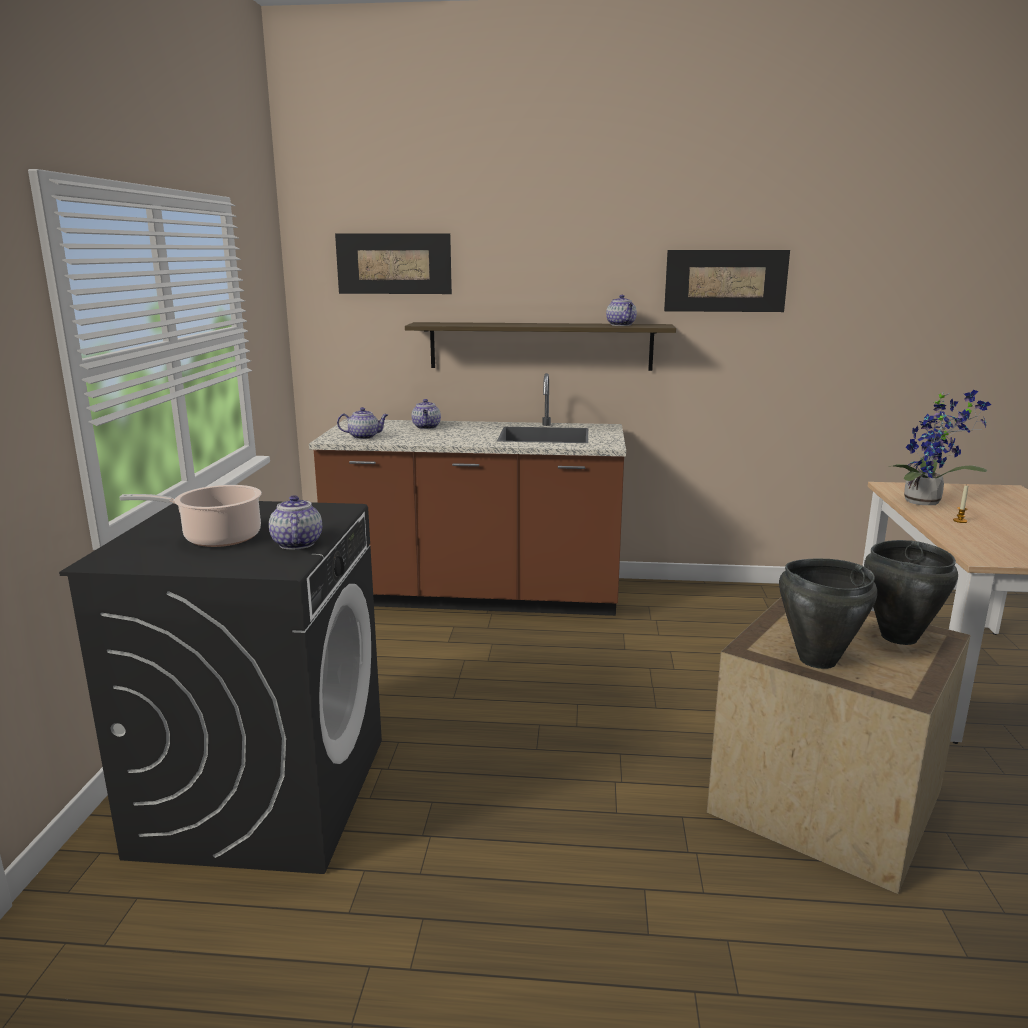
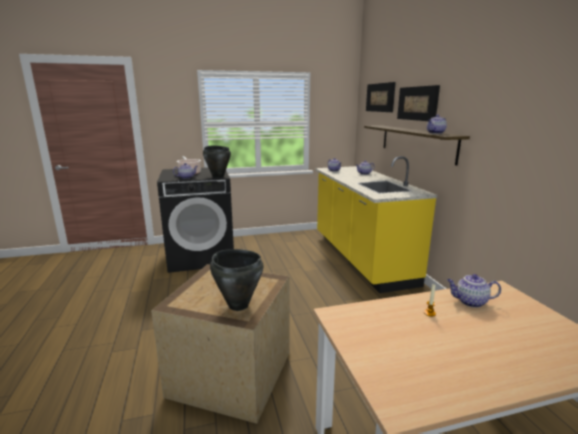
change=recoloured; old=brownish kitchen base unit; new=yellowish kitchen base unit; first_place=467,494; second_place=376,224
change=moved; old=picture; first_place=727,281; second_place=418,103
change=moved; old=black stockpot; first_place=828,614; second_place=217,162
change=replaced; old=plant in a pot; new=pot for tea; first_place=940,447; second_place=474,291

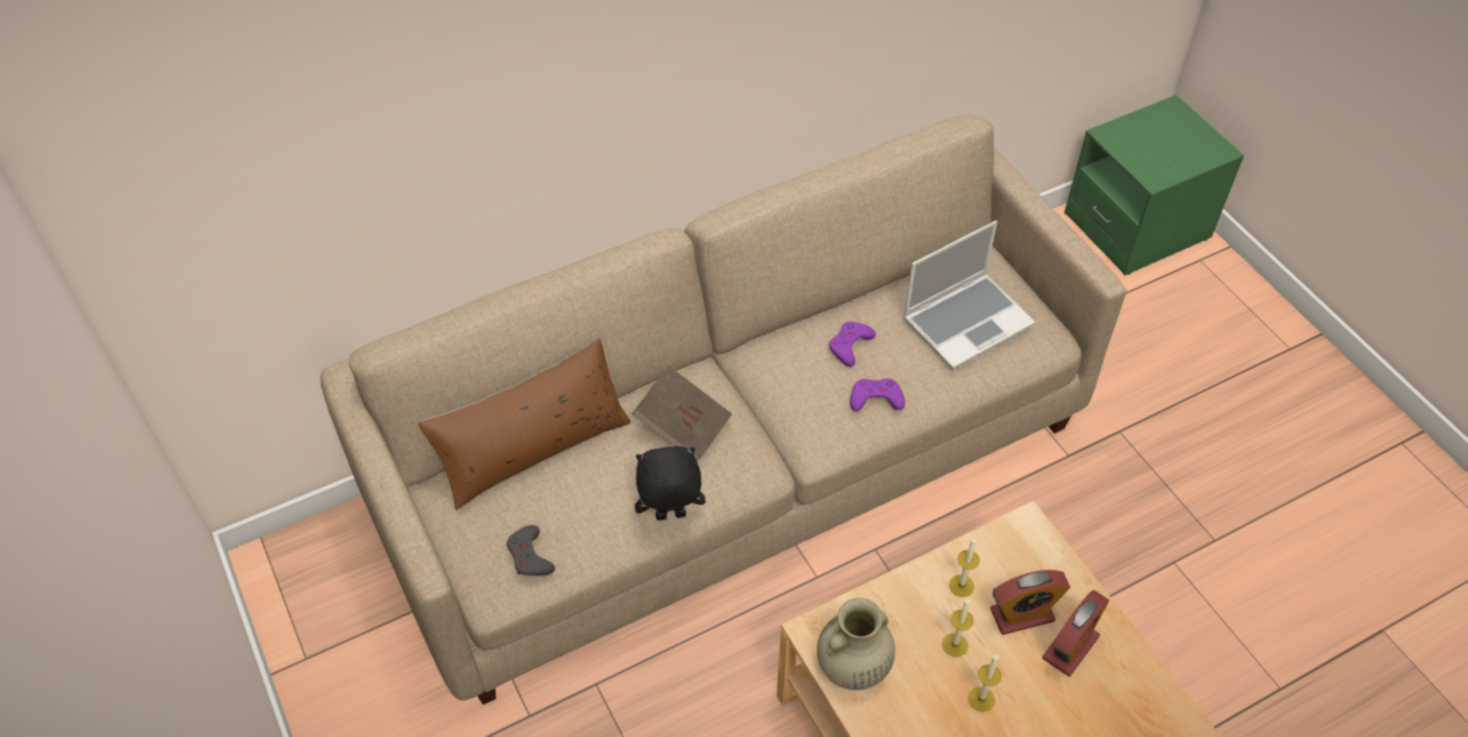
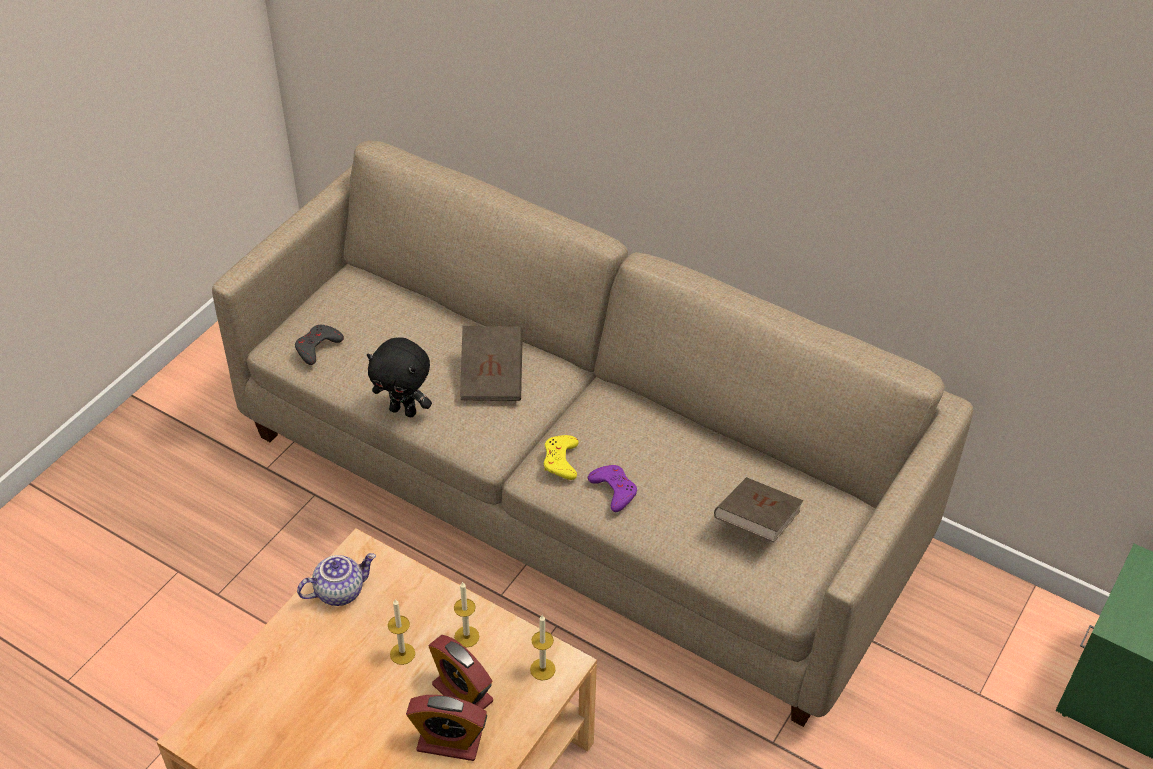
change=removed; old=brownish pillow; first_place=524,424
change=turned; old=black plush toy; first_place=670,483; second_place=399,377; degrees=150
change=replaced; old=beige-coloured decorative vase; new=pot for tea; first_place=856,644; second_place=336,579
change=removed; old=purplish gamepad; first_place=852,344
change=replaced; old=portable computer; new=brownish volume; first_place=969,295; second_place=758,509
change=moved; old=wax light; first_place=985,683; second_place=543,648
change=added; new=yellowish gamepad; second_place=561,457

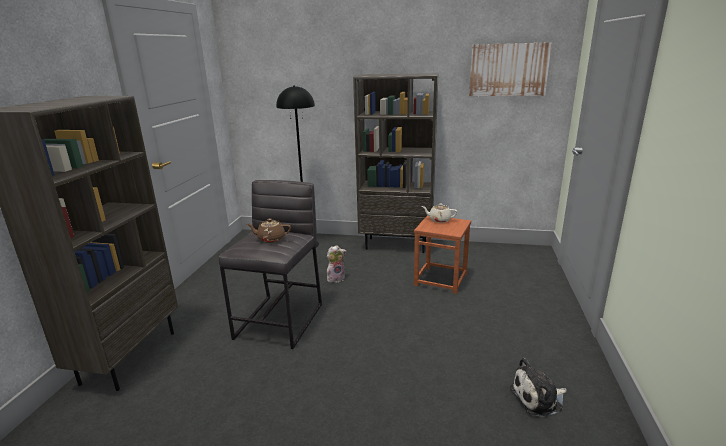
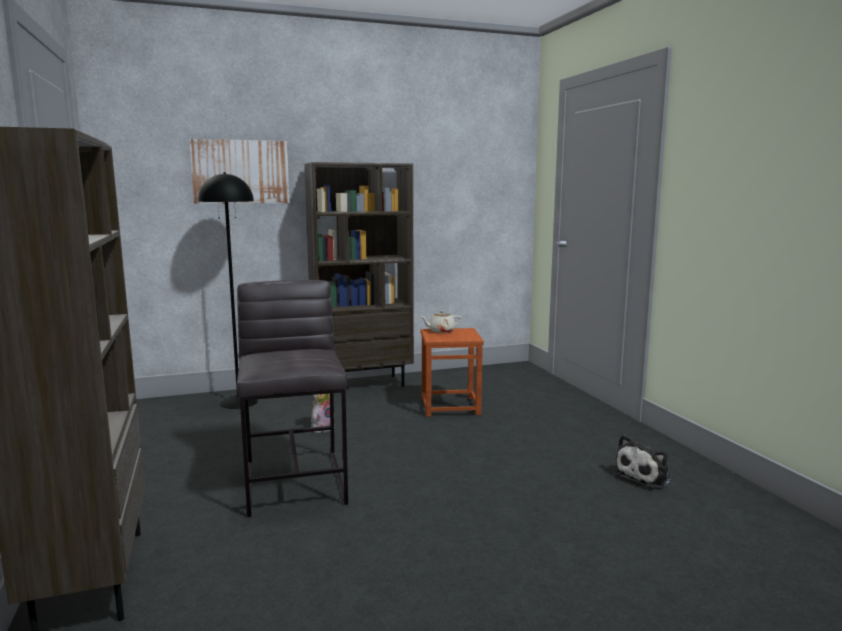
change=removed; old=brownish pot for tea; first_place=269,231
change=moved; old=picture; first_place=510,69; second_place=239,171

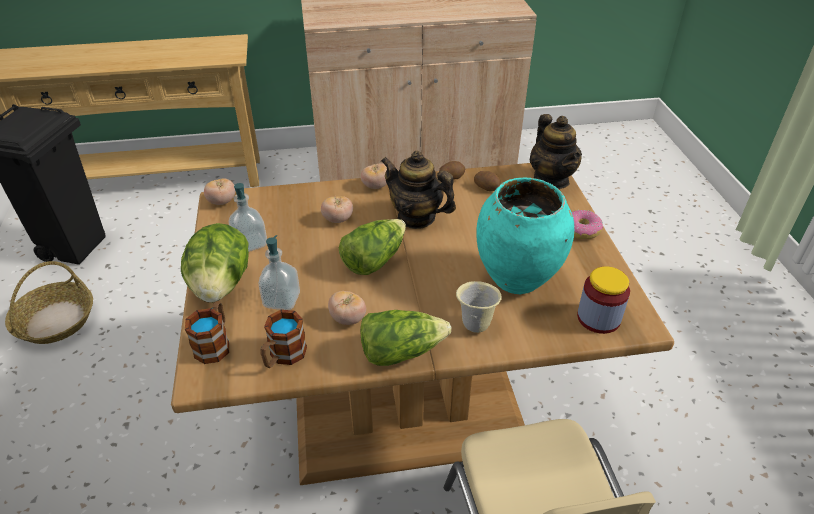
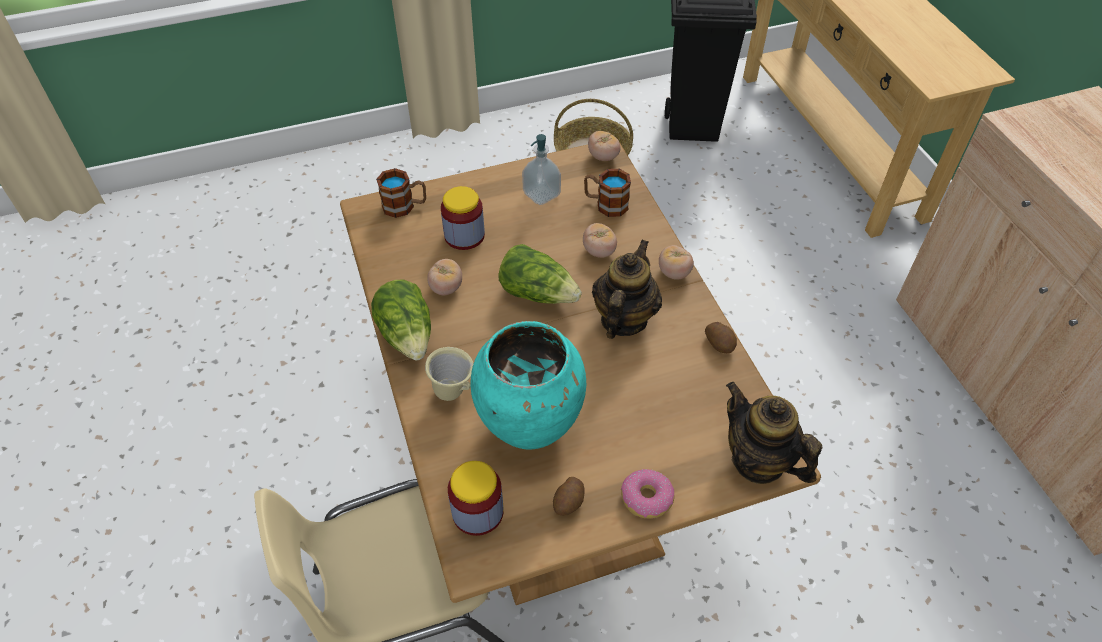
change=removed; old=lettuce head; first_place=215,263
change=replaced; old=liquid soap bottle; new=storage jar; first_place=279,272; second_place=463,218
change=moved; old=mug; first_place=284,339; second_place=607,193
change=moved; old=potato; first_place=487,181; second_place=569,496
change=turned; old=pot for tea; first_place=555,151; second_place=774,433; degrees=75

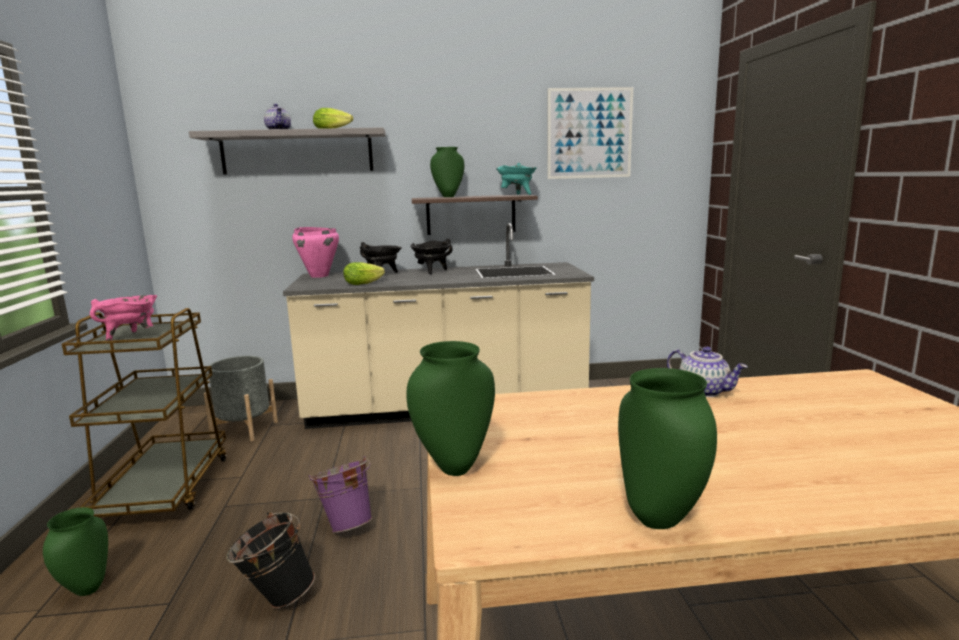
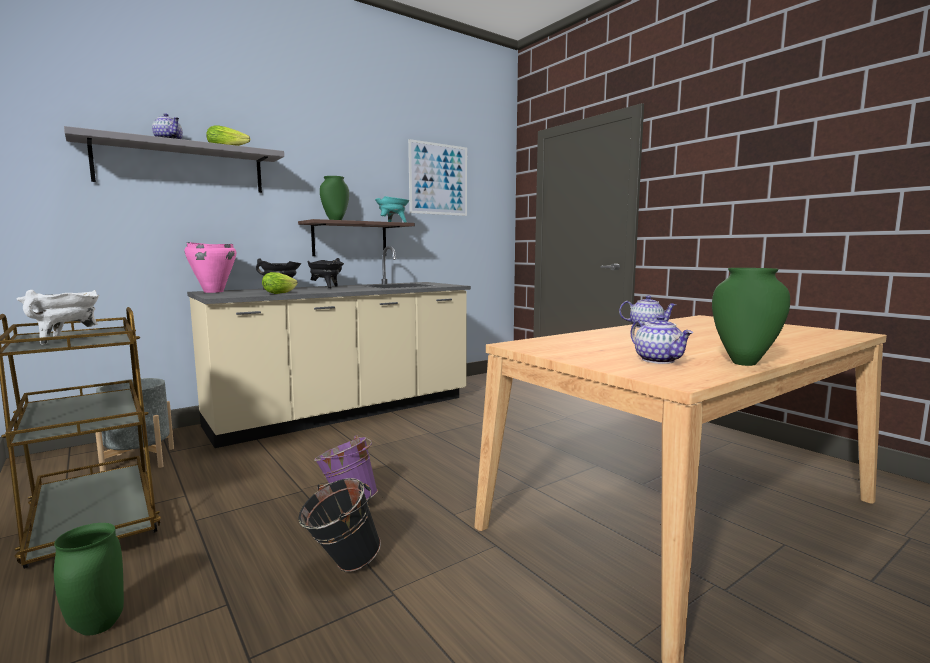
change=recoloured; old=pink-coloured stockpot; new=whitish stockpot; first_place=123,318; second_place=58,317
change=removed; old=greenish decorative vase; first_place=451,408
change=added; new=pot for tea; second_place=662,339

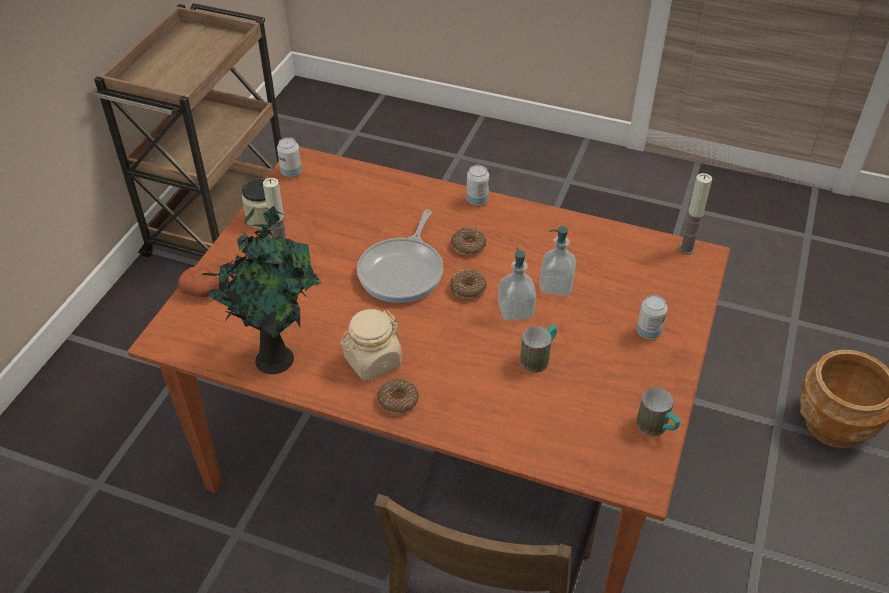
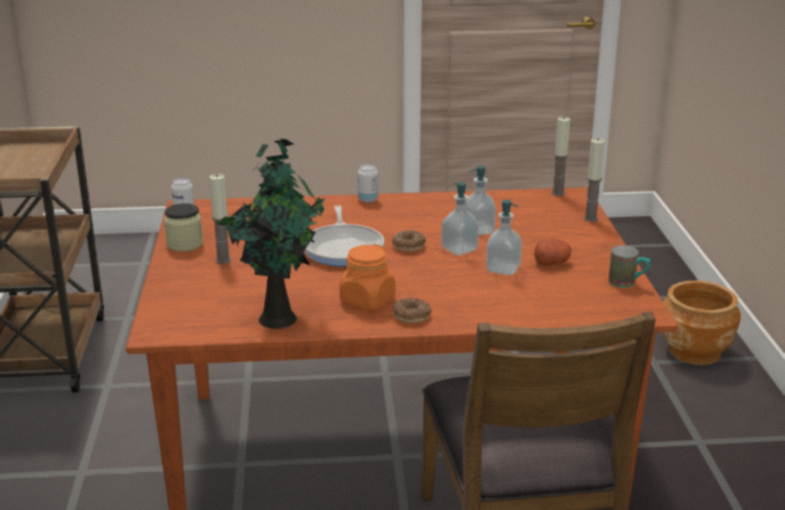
change=moved; old=potato; first_place=198,282; second_place=552,251
change=recoloured; old=beige-coloured storage jar; new=orange-coloured storage jar; first_place=371,345; second_place=367,277
change=removed; old=donut; first_place=468,241
change=replaced; old=mug; new=liquid soap bottle; first_place=538,349; second_place=504,237
change=removed; old=can; first_place=652,317
change=added; new=wax light; second_place=594,180

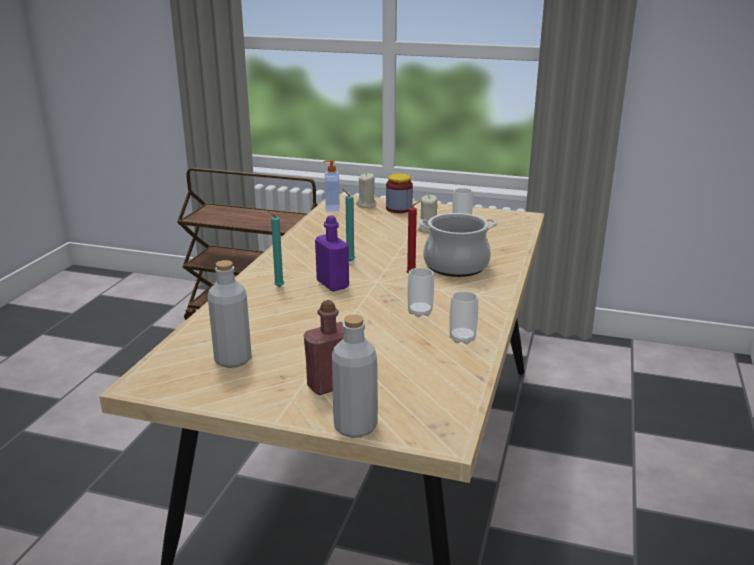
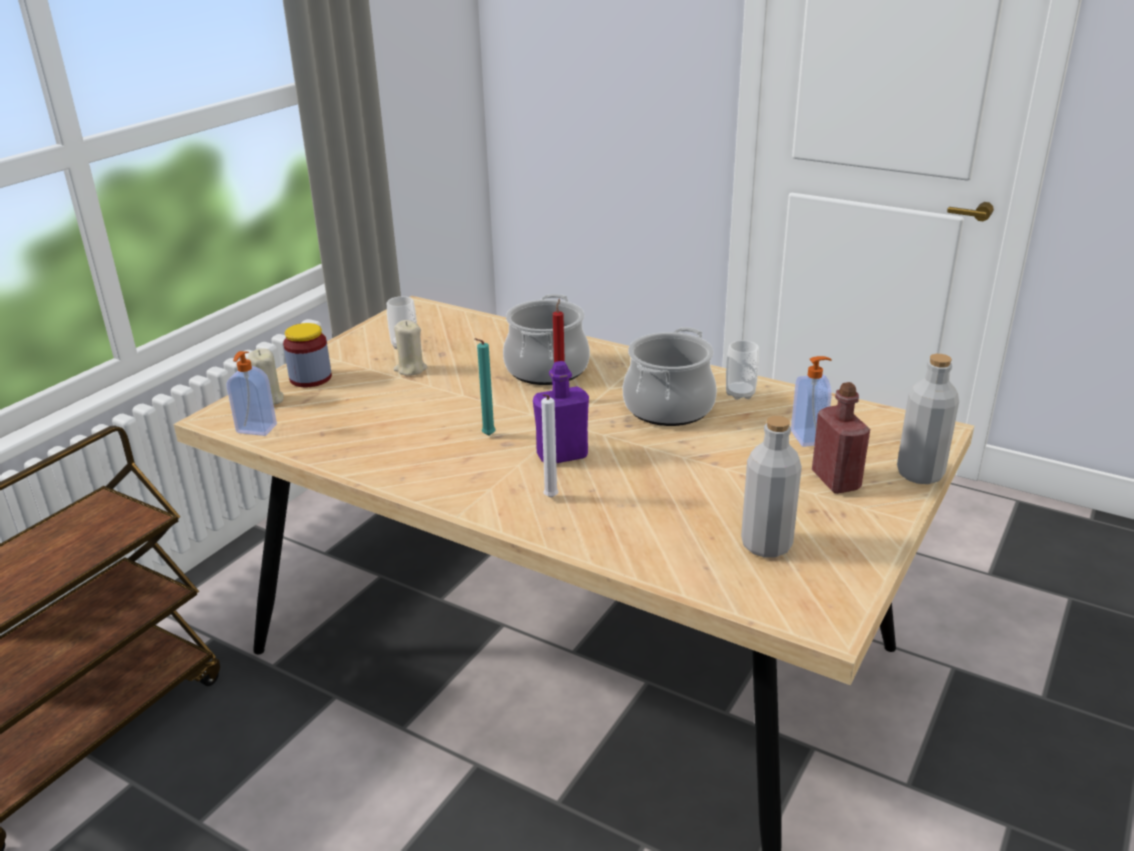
change=recoloured; old=turquoise wax light; new=whitish wax light; first_place=275,248; second_place=550,446
change=replaced; old=cup; new=stockpot; first_place=421,292; second_place=669,376
change=added; new=liquid soap bottle; second_place=811,401

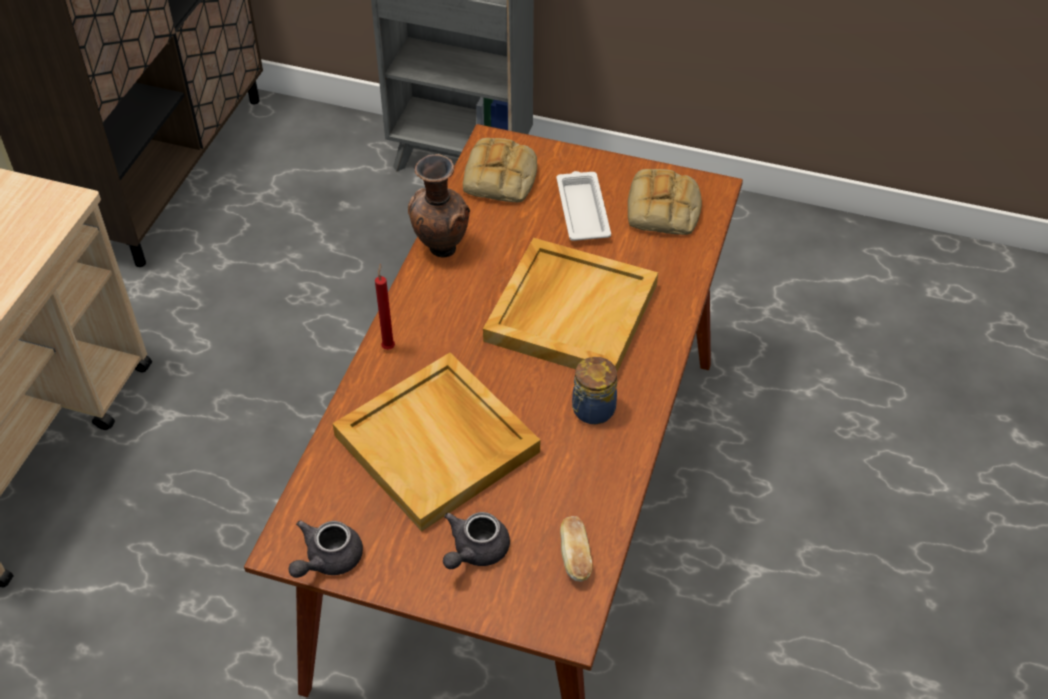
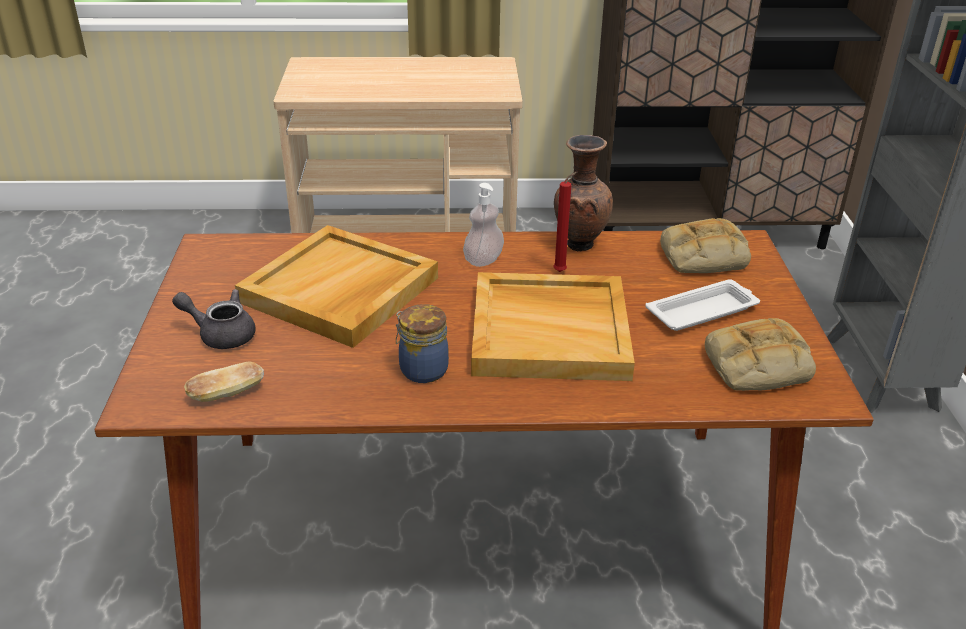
change=removed; old=gray pot for tea; first_place=325,549
change=moved; old=red wax light; first_place=385,306; second_place=565,222
change=added; new=liquid soap bottle; second_place=483,225

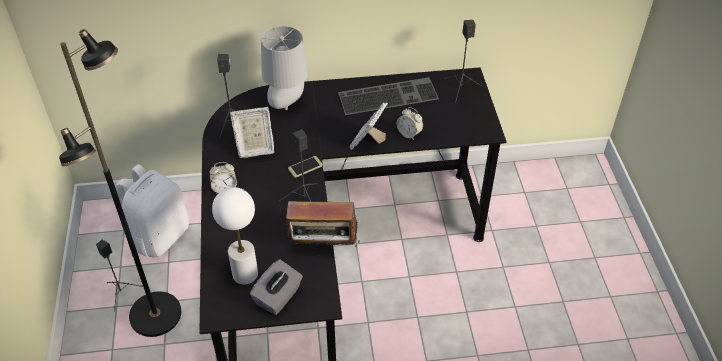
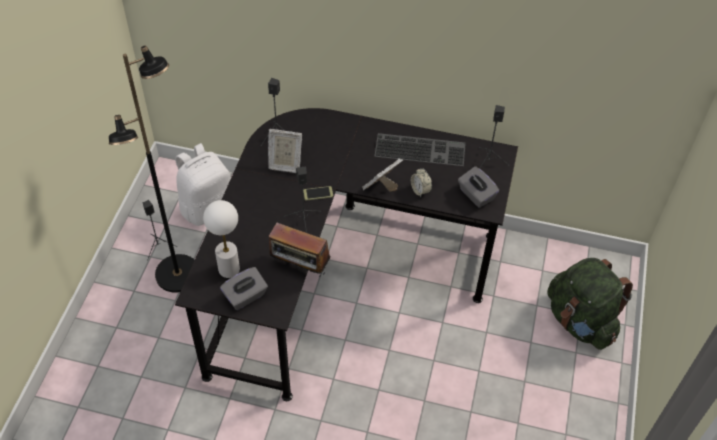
change=removed; old=alarm clock; first_place=223,178
change=removed; old=gray lamp for a table; first_place=284,68
change=added; new=gray tissue box; second_place=478,187
change=added; new=greenish backpack; second_place=590,304

